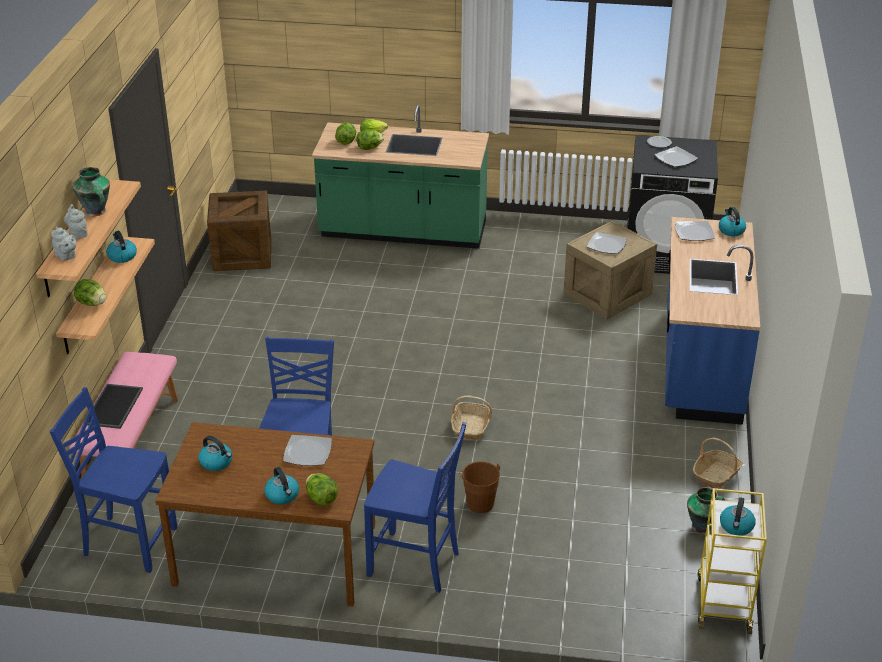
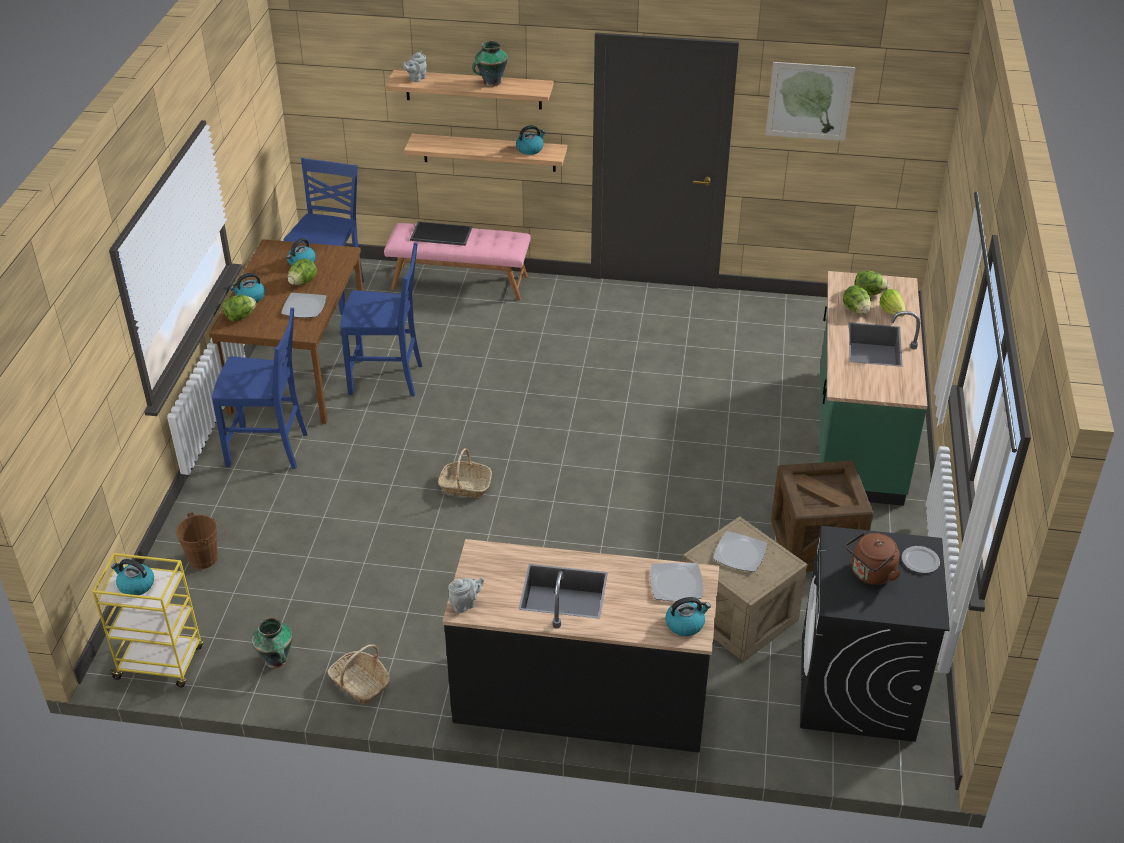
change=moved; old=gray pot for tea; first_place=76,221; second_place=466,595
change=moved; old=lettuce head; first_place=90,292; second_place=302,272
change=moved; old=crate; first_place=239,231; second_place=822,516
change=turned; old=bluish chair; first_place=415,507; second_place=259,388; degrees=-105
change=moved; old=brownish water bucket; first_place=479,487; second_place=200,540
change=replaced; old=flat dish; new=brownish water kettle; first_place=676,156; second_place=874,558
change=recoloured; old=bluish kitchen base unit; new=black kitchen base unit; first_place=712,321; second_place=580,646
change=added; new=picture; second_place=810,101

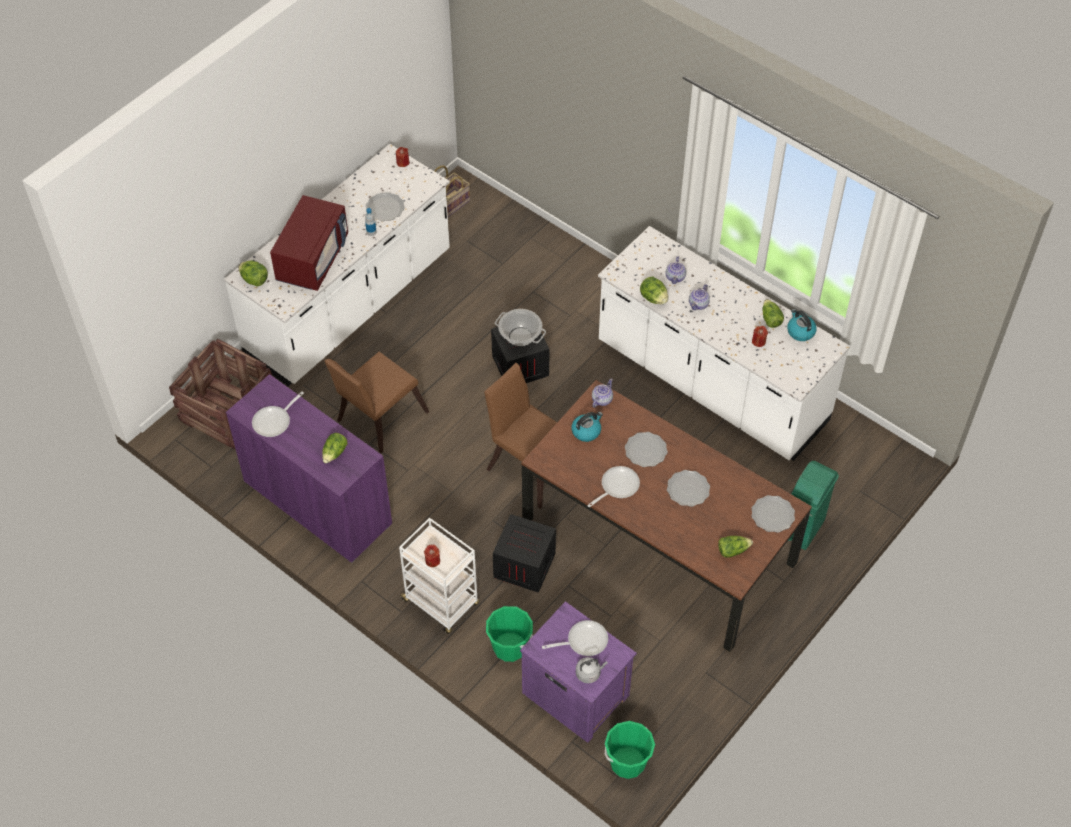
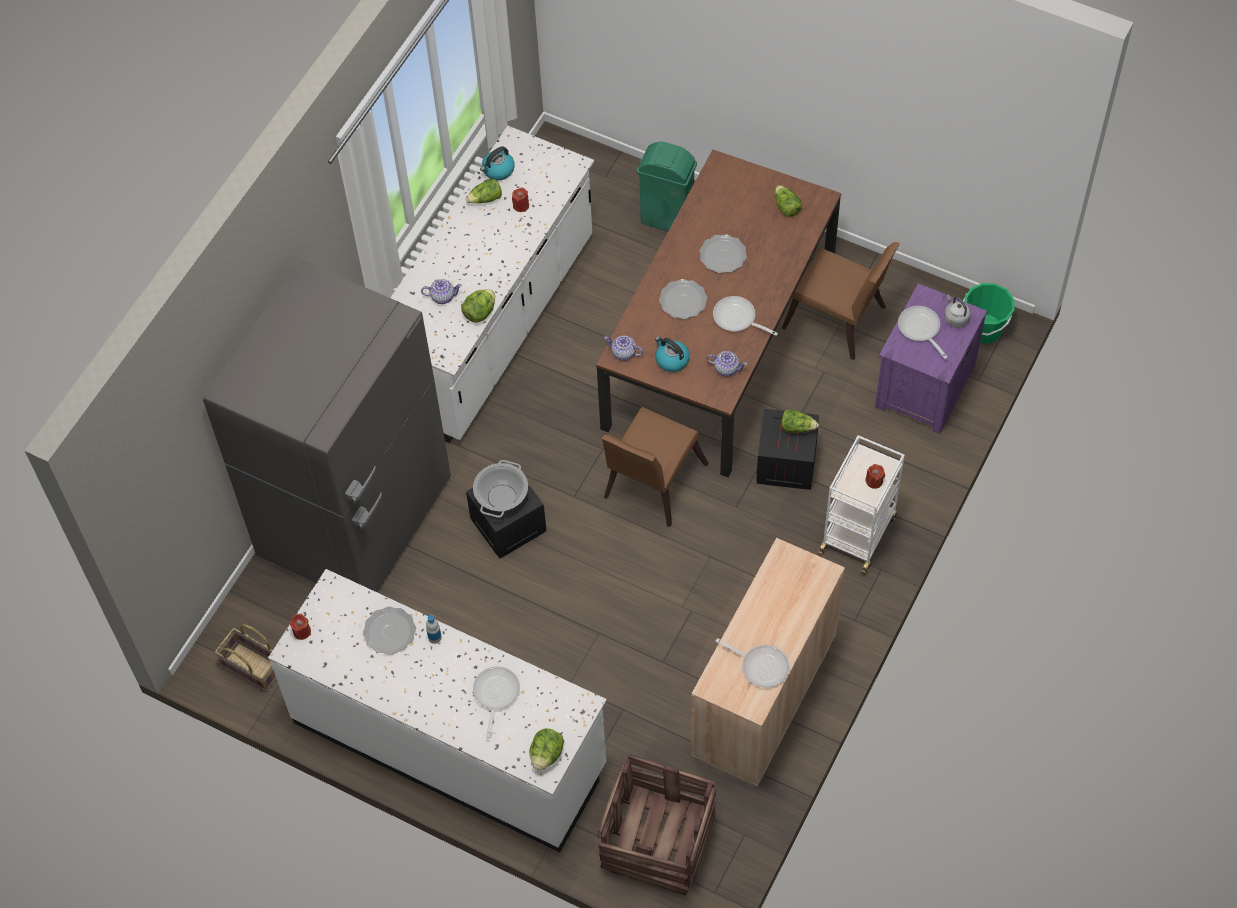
change=recoloured; old=purplish storage cabinet; new=beige-coloured storage cabinet; first_place=309,468; second_place=768,662
change=replaced; old=red kitchen microwave; new=frying pan; first_place=309,243; second_place=496,702
change=moved; old=lettuce head; first_place=334,448; second_place=800,421
change=moved; old=brownish chair; first_place=377,402; second_place=841,301
change=removed; old=greenish water bucket; first_place=509,634
change=moved; old=pot for tea; first_place=699,297; second_place=727,364
change=removed; old=flat dish; first_place=773,514
change=added; new=gray fridge; second_place=327,426

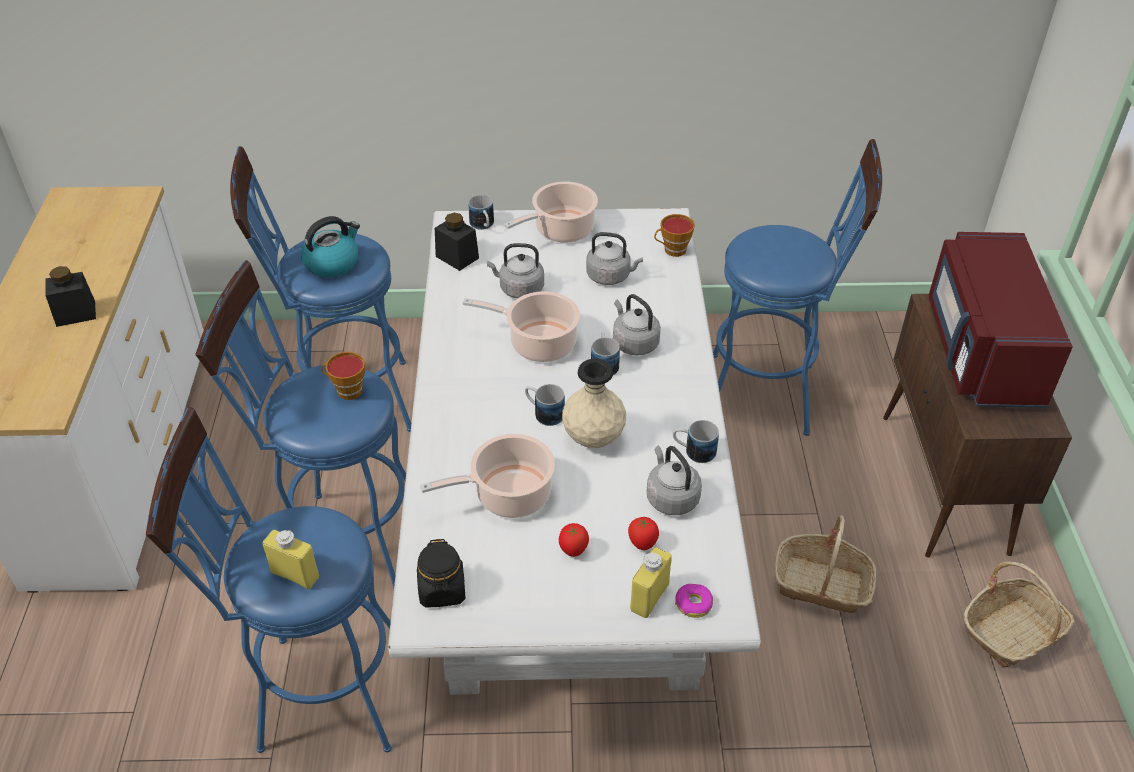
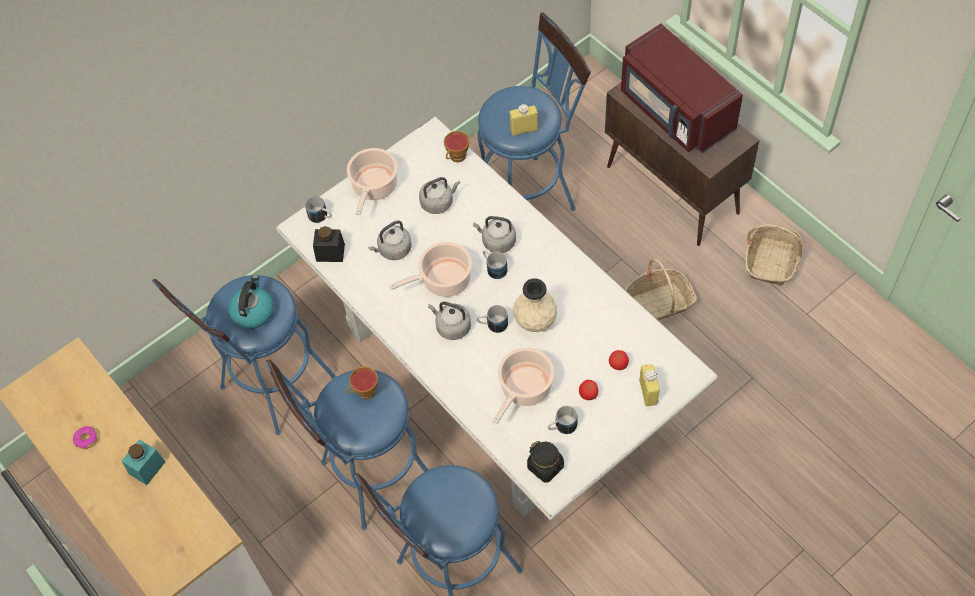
change=recoloured; old=black storage jar; new=turquoise storage jar; first_place=70,296; second_place=144,462
change=moved; old=yellowish drink bottle; first_place=290,559; second_place=523,120
change=moved; old=gray water kettle; first_place=674,480; second_place=449,321
change=moved; old=mug; first_place=696,441; second_place=563,420
change=moved; old=donut; first_place=694,601; second_place=85,437

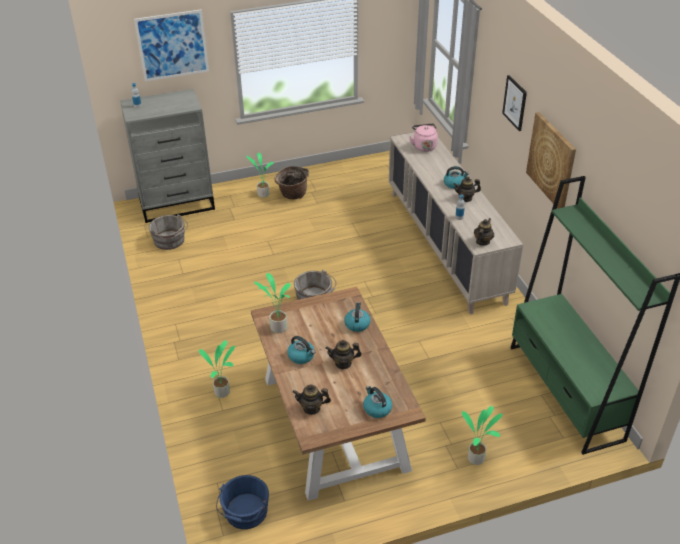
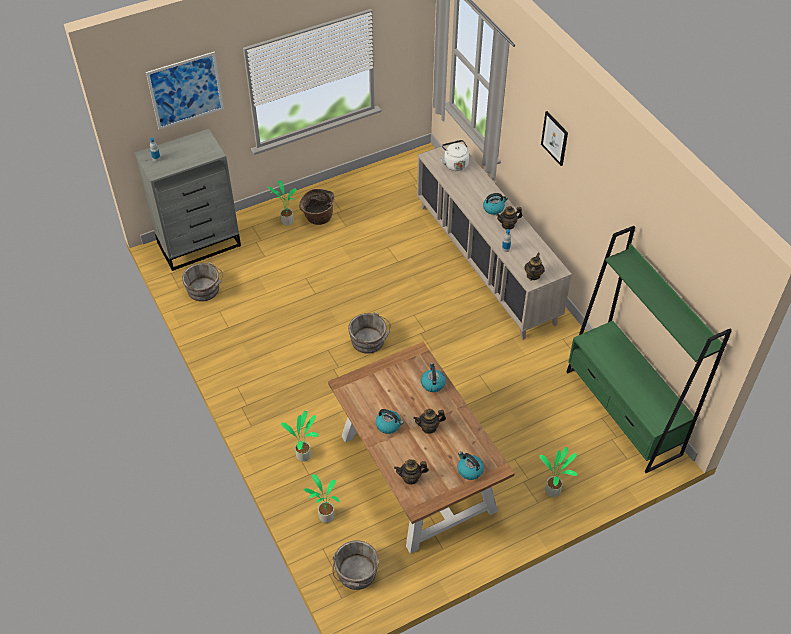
change=recoloured; old=bluish water bucket; new=gray water bucket; first_place=242,502; second_place=356,565
change=moved; old=plant in a pot; first_place=272,303; second_place=322,498
change=recoloured; old=pink-coloured water kettle; new=whitish water kettle; first_place=423,137; second_place=454,155
change=removed; old=picture; first_place=551,160

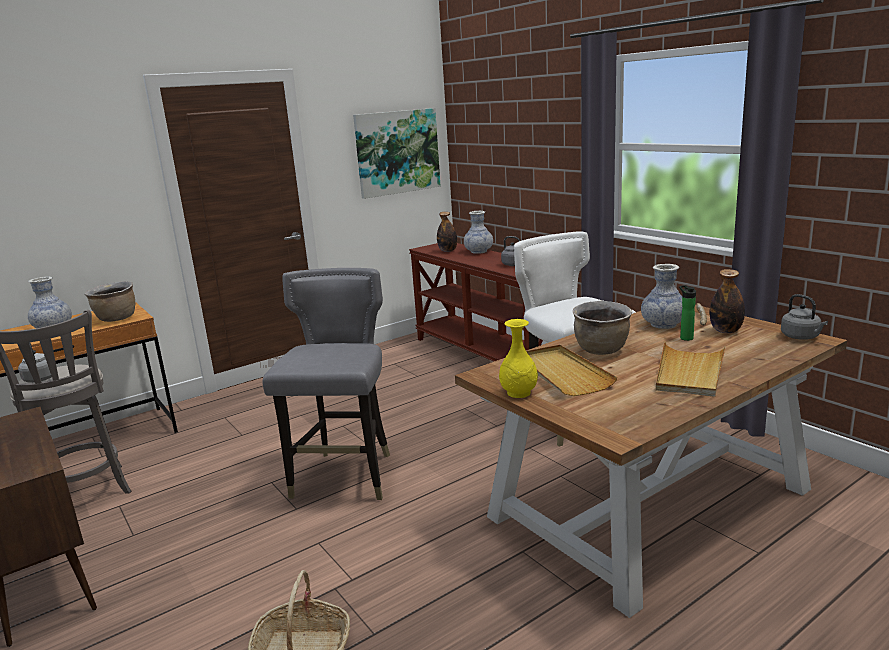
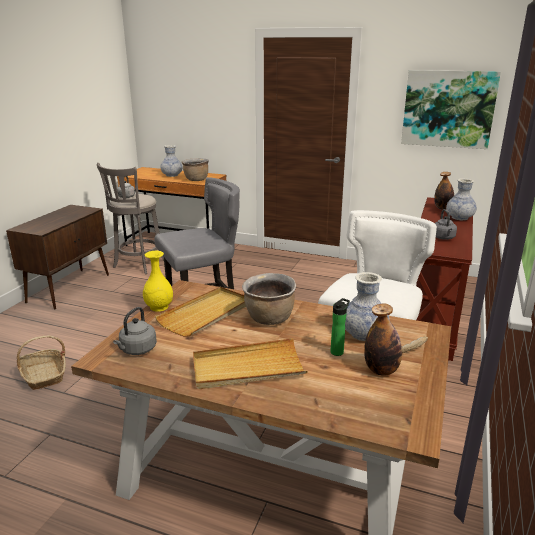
change=moved; old=gray water kettle; first_place=804,317; second_place=135,331

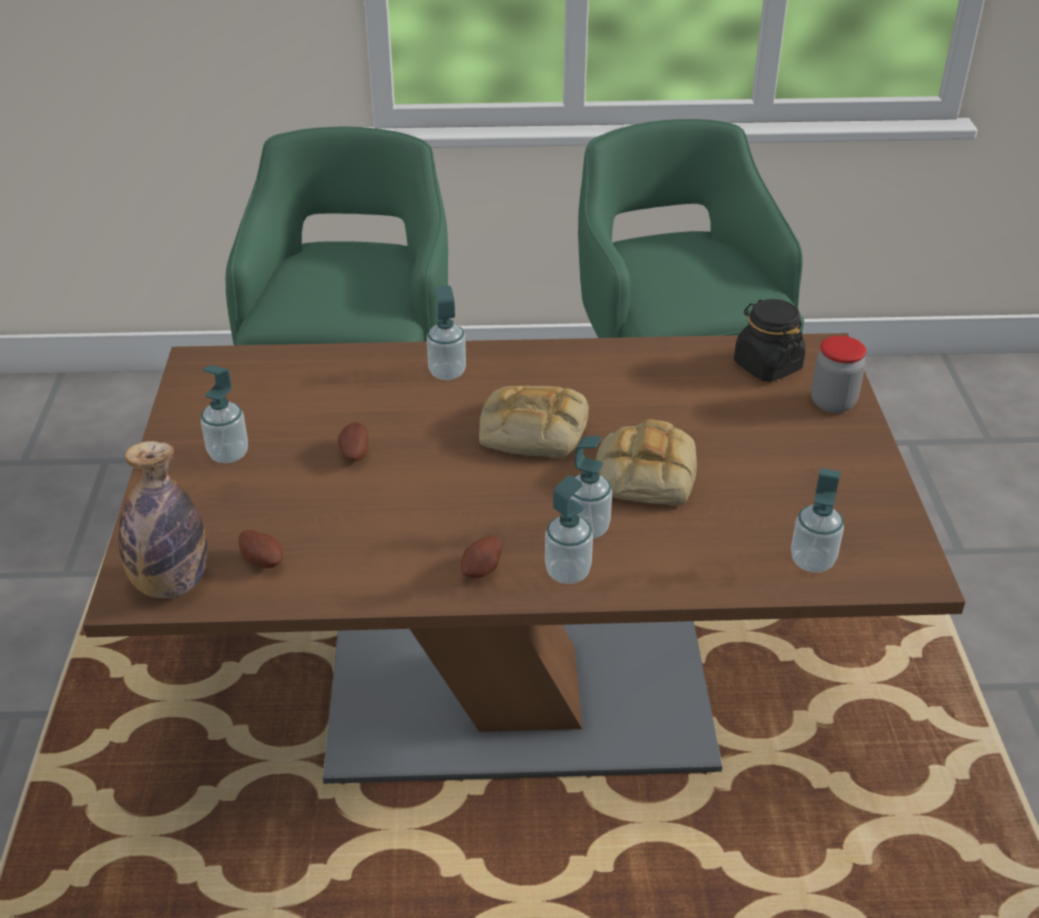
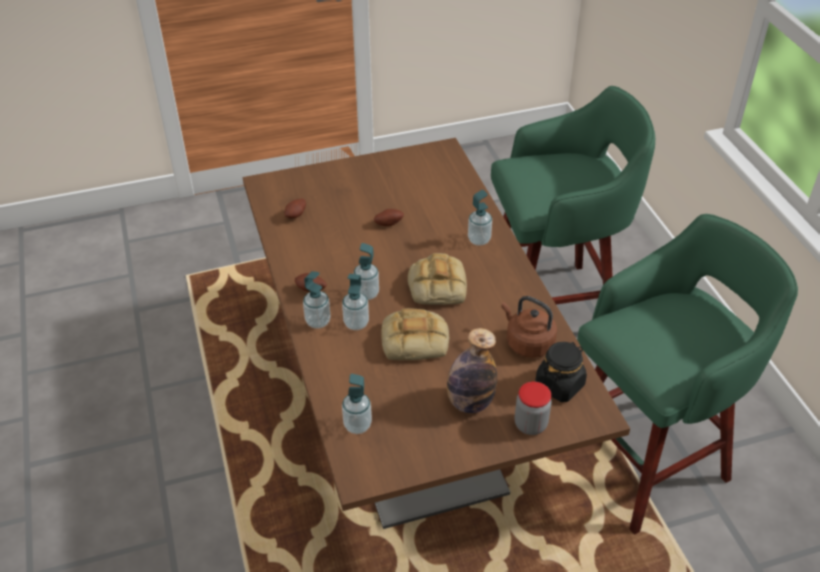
change=moved; old=drink bottle; first_place=163,519; second_place=472,370
change=moved; old=liquid soap bottle; first_place=224,414; second_place=366,271
change=added; new=brownish water kettle; second_place=529,327

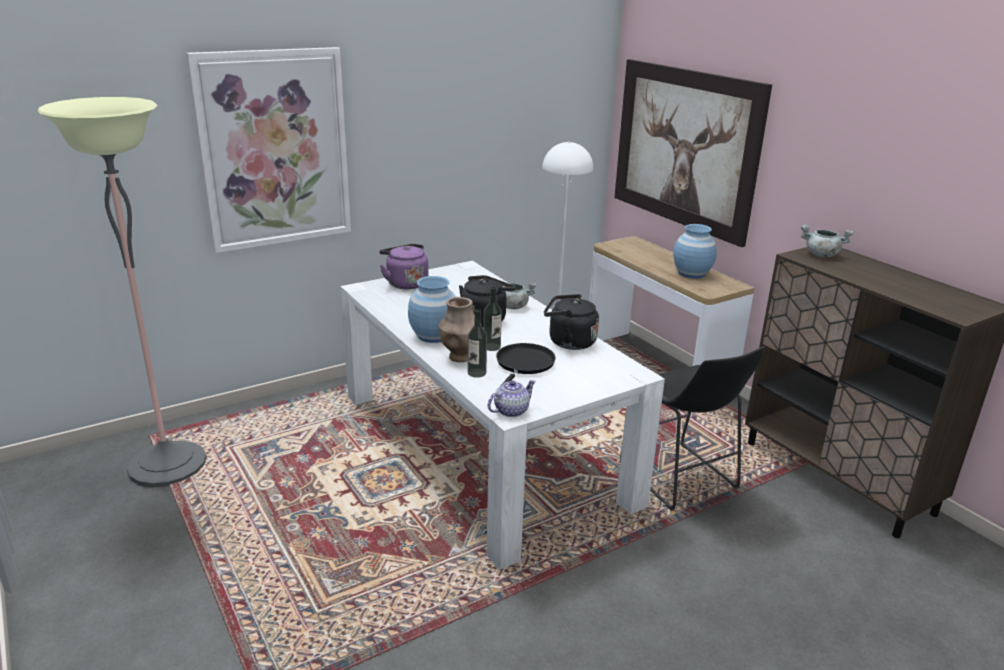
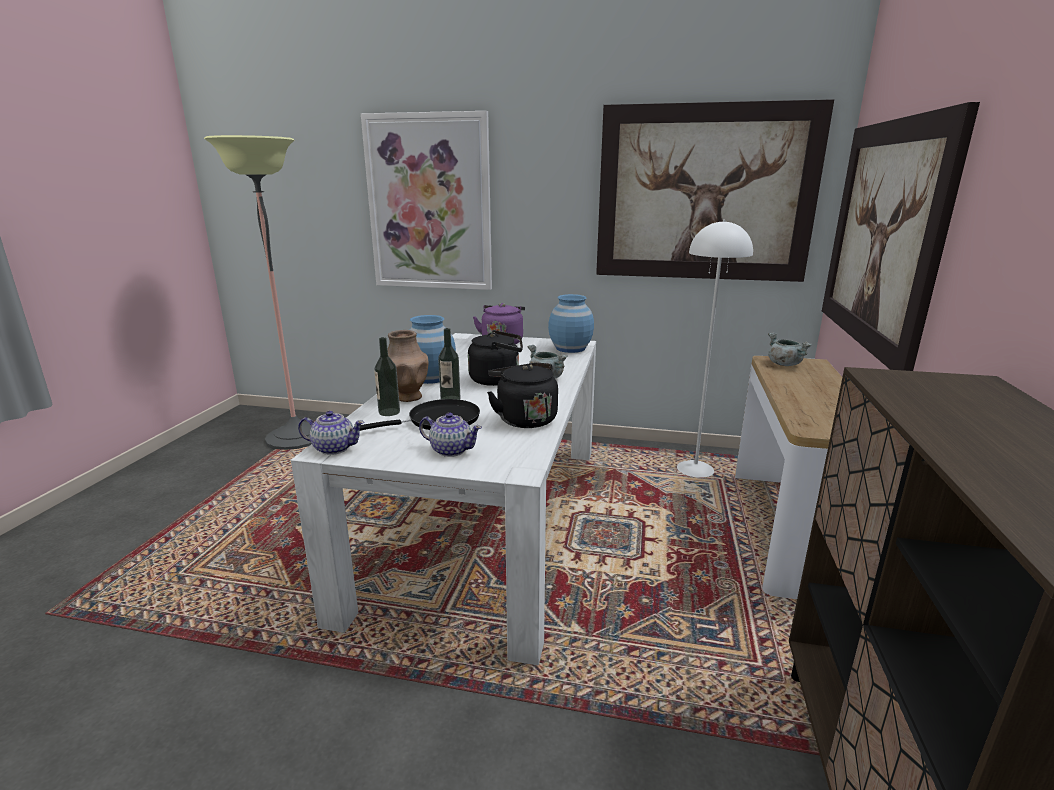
change=removed; old=black stool; first_place=692,428
change=moved; old=bluish decorative vase; first_place=695,251; second_place=571,323
change=moved; old=gray stockpot; first_place=827,241; second_place=790,349
change=added; new=pot for tea; second_place=450,434
change=added; new=picture; second_place=715,190

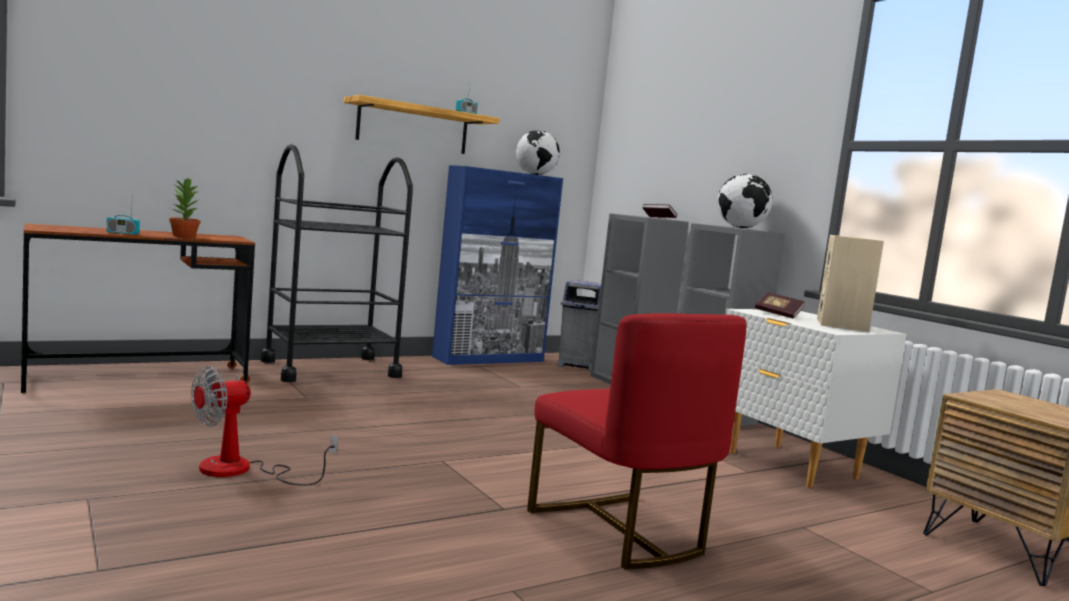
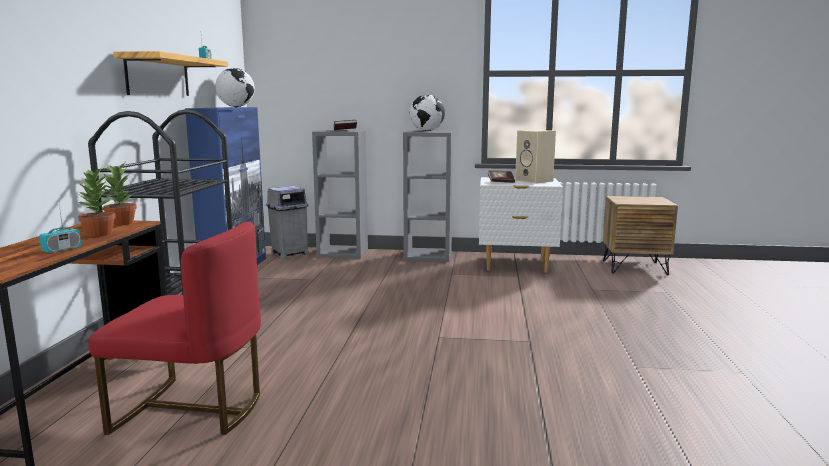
change=removed; old=fan; first_place=264,426
change=moved; old=red chair; first_place=637,441; second_place=174,328
change=added; new=plant in a pot; second_place=119,194

